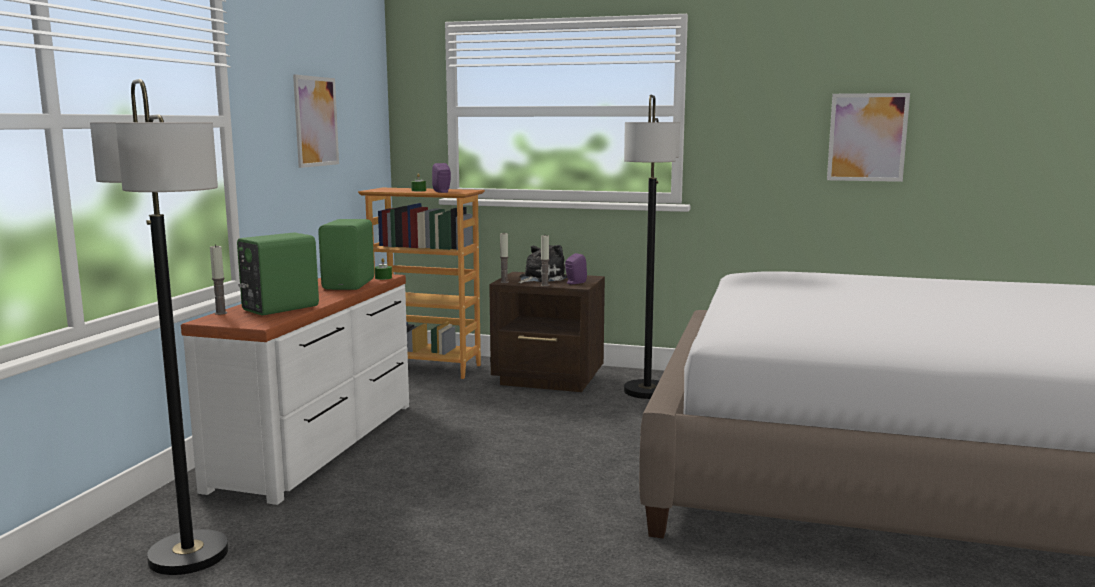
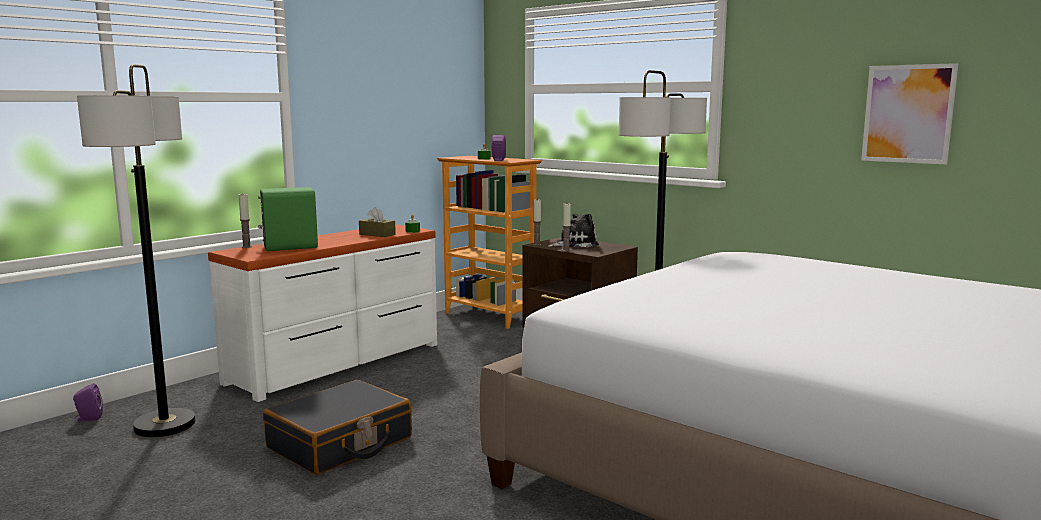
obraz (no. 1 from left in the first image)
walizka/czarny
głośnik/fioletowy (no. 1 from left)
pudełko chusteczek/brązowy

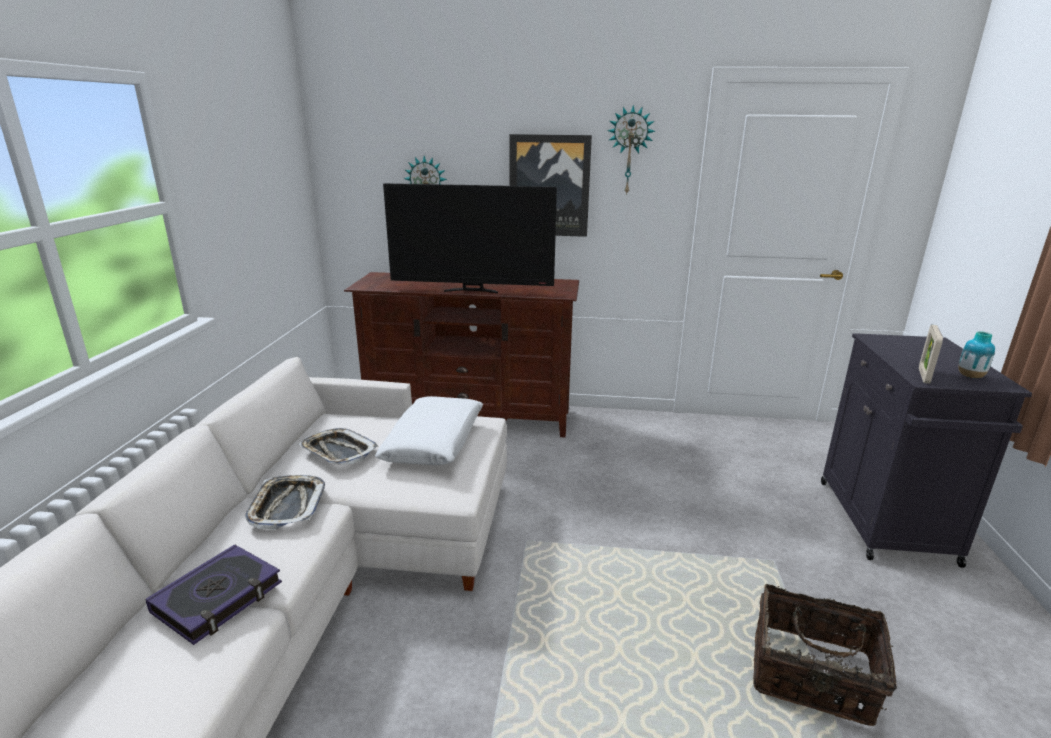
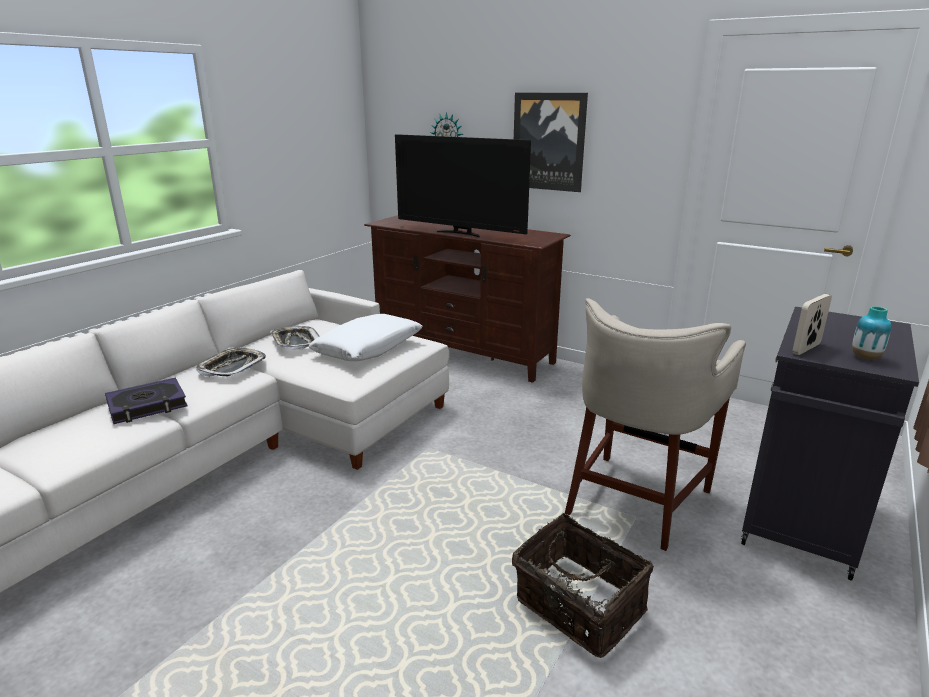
zegar ścienny (no. 2 from left in the first image)
stołek/beżowy

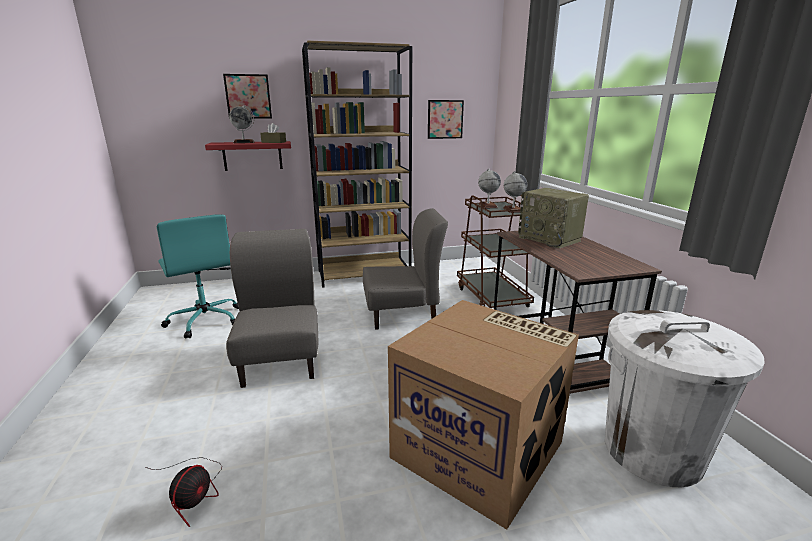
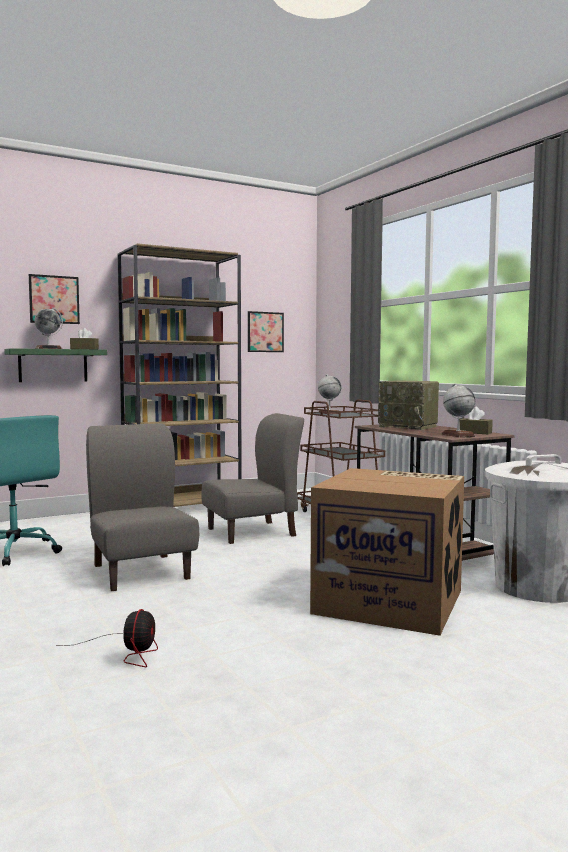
pudełko chusteczek/brązowy (no. 2 from left)
globus (no. 3 from left)
półka/zielony

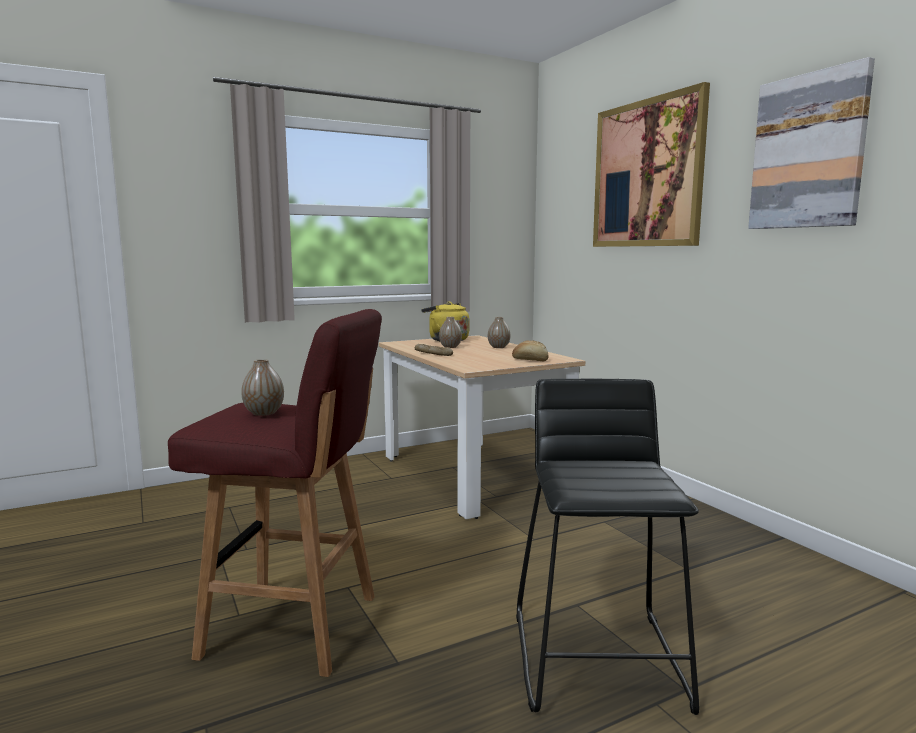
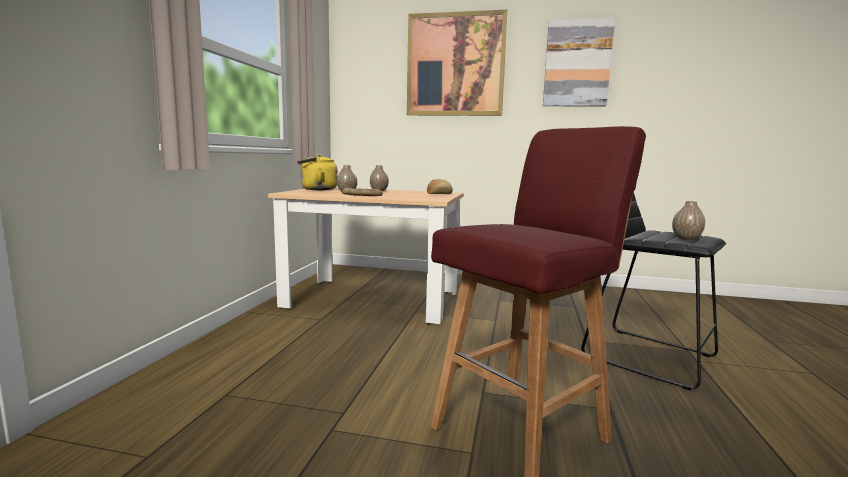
wazon (no. 3 from left)

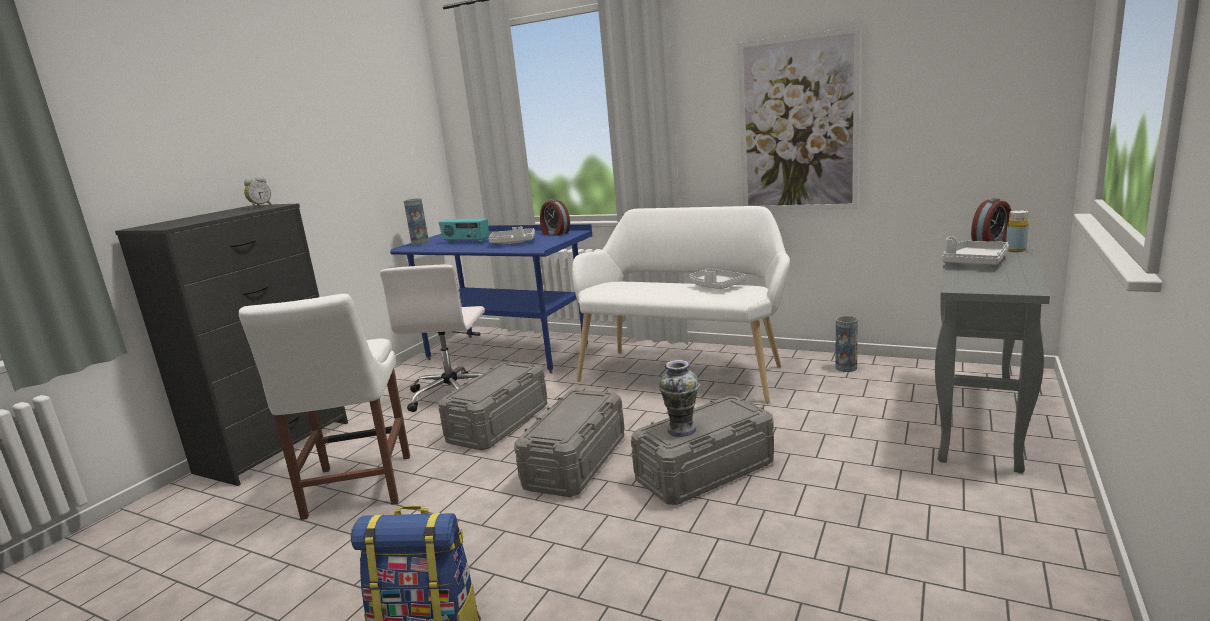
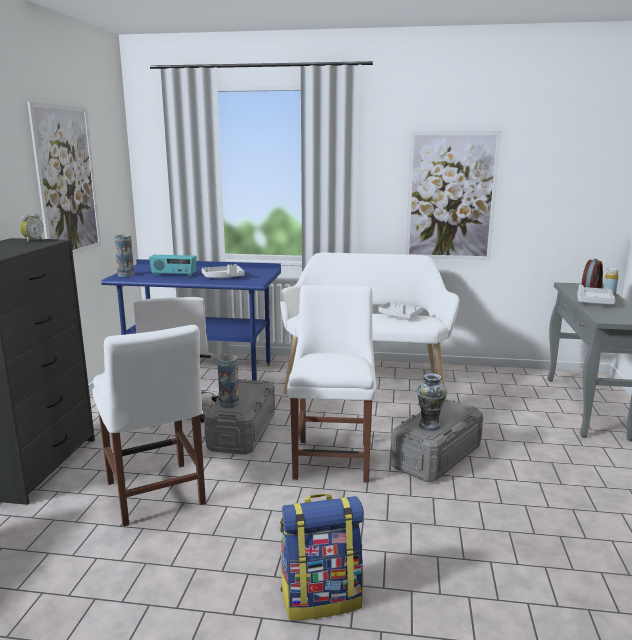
budzik (no. 2 from left in the first image)
obraz (no. 1 from left)
wazon (no. 2 from left)
krzesło/biały (no. 2 from left)

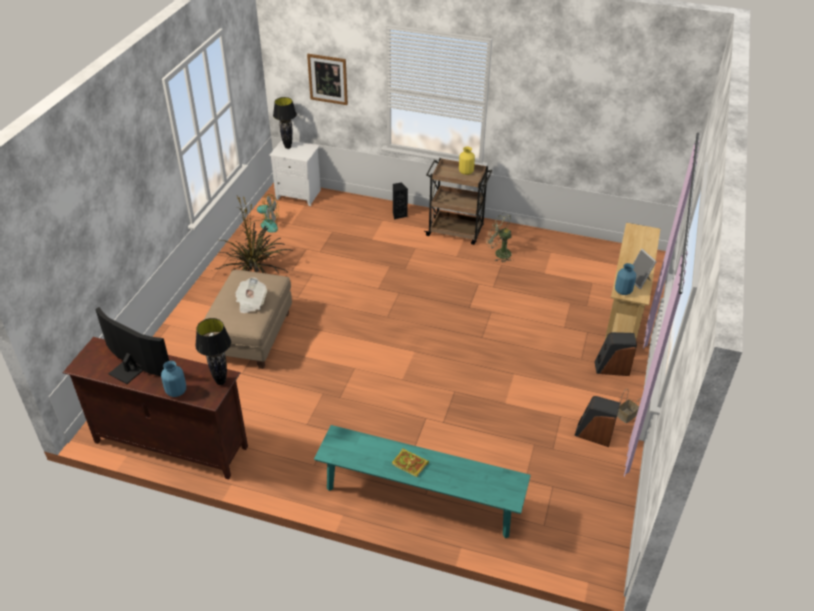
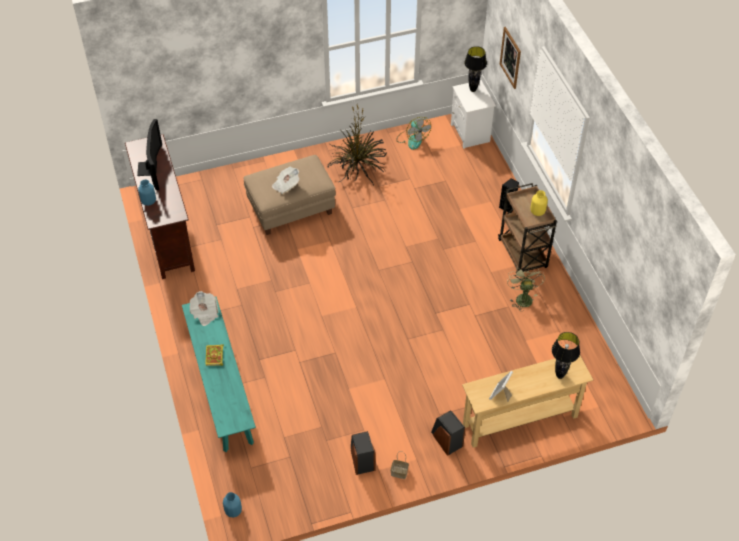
gazeta (no. 1 from left)
lampa stołowa/czarny (no. 2 from left)
wazon/niebieski (no. 2 from left)

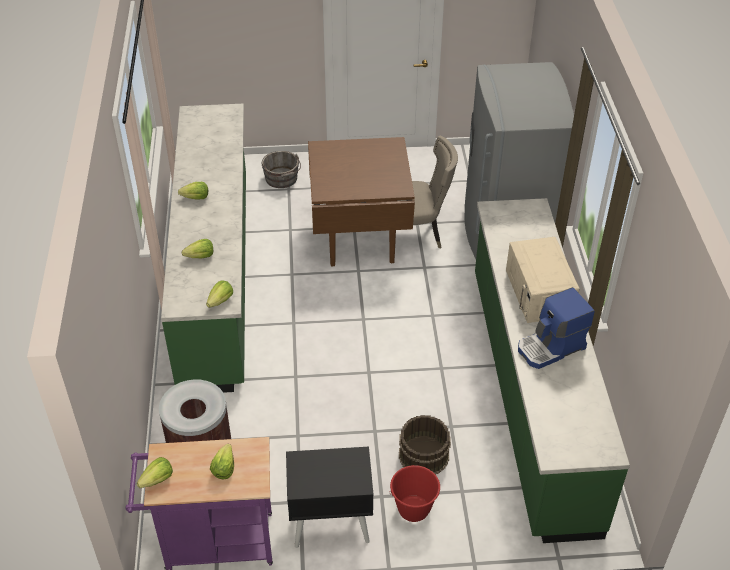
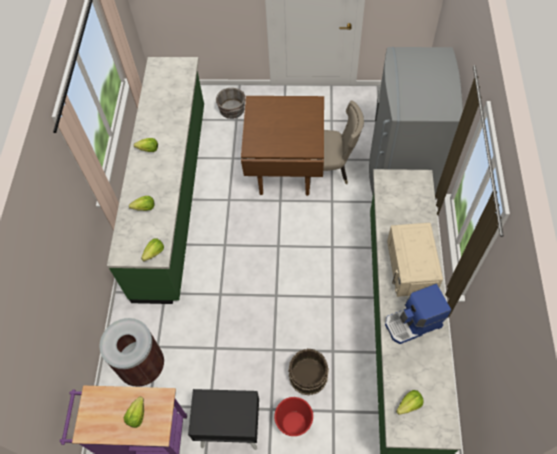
sałata (no. 5 from left)

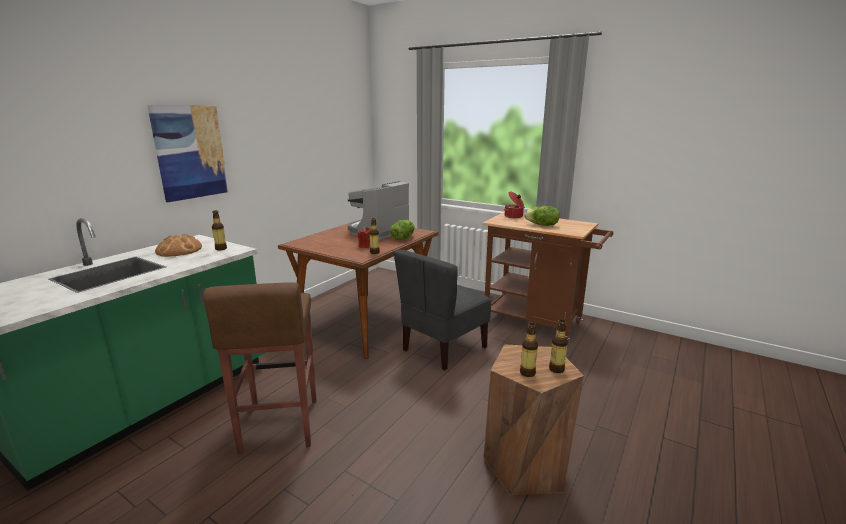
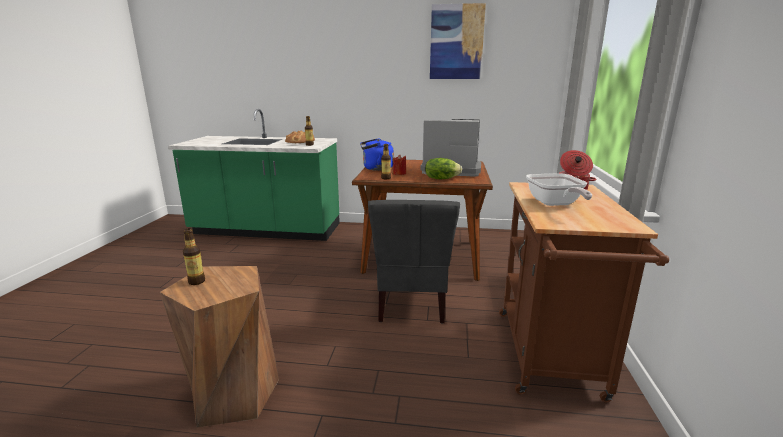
stołek/brązowy (no. 1 from left in the first image)
butelka (no. 4 from left in the first image)
czajnik/niebieski
obraz
patelnia
krzesło/szary

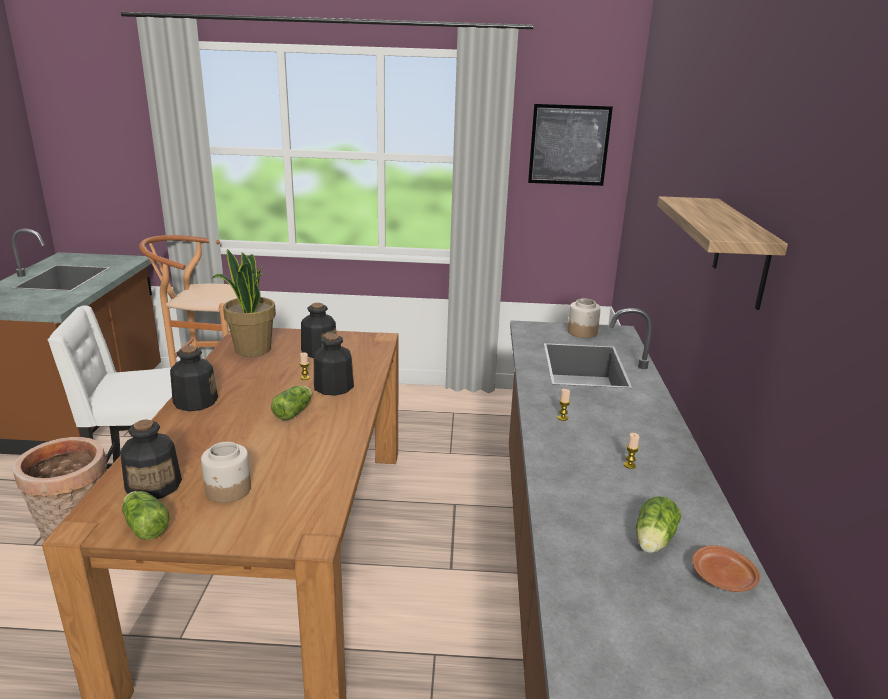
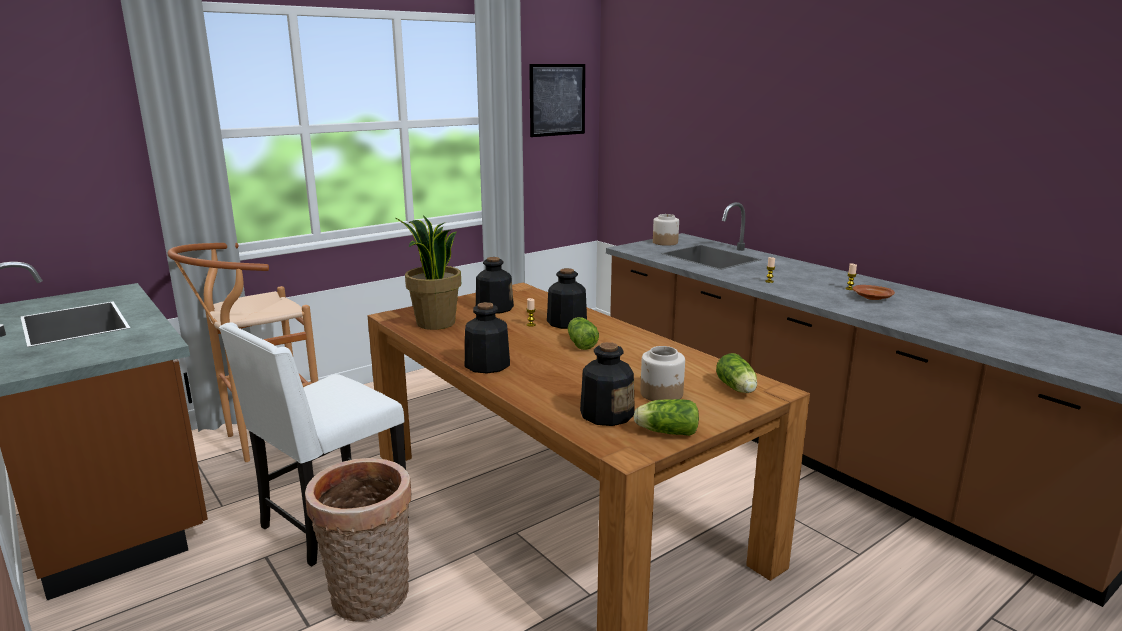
półka
sałata (no. 3 from left)
talerz/brązowy

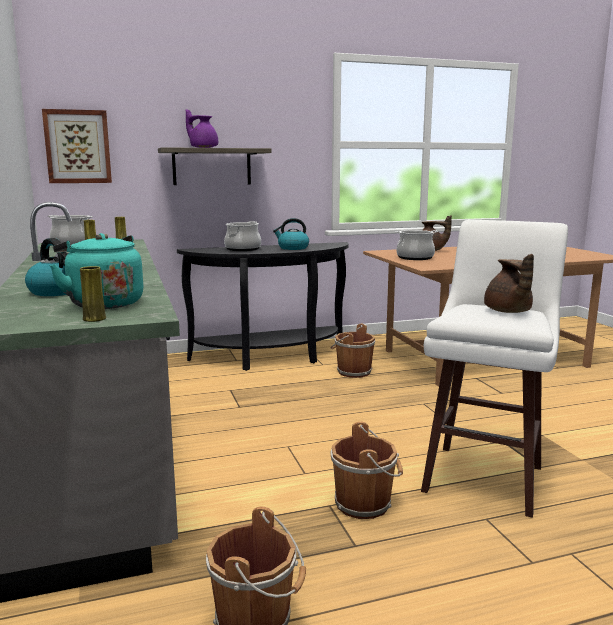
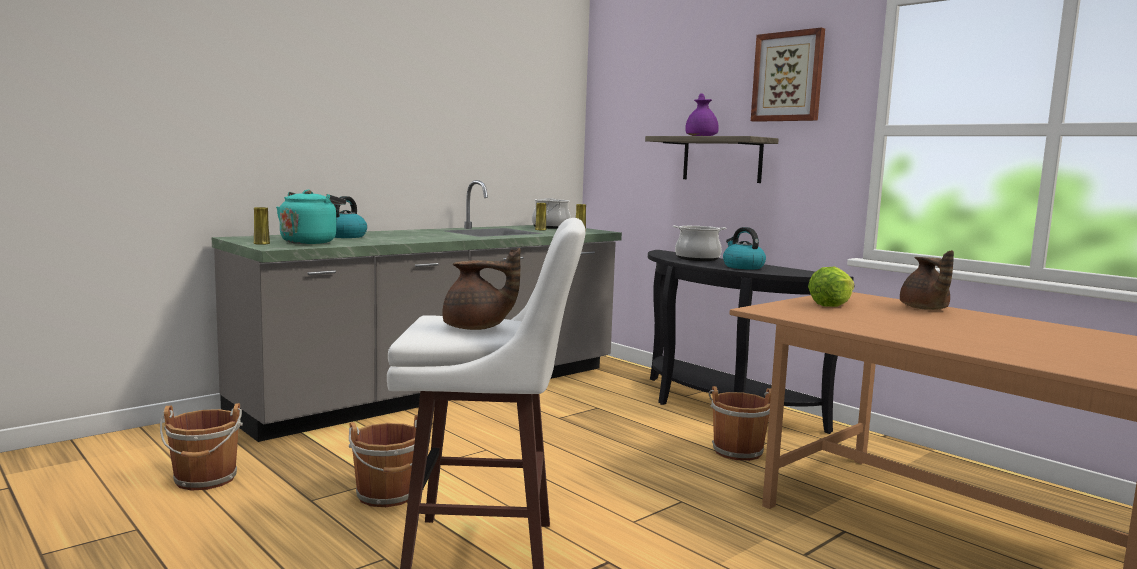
obraz
sałata
imbryk/brązowy (no. 1 from left)

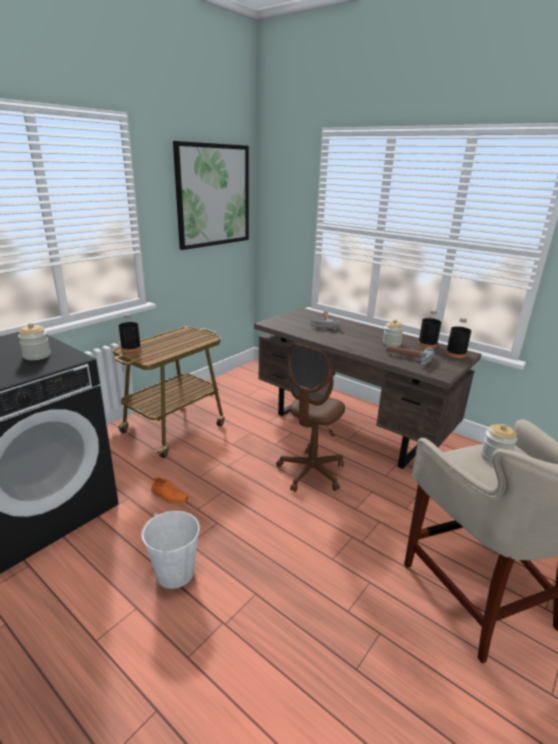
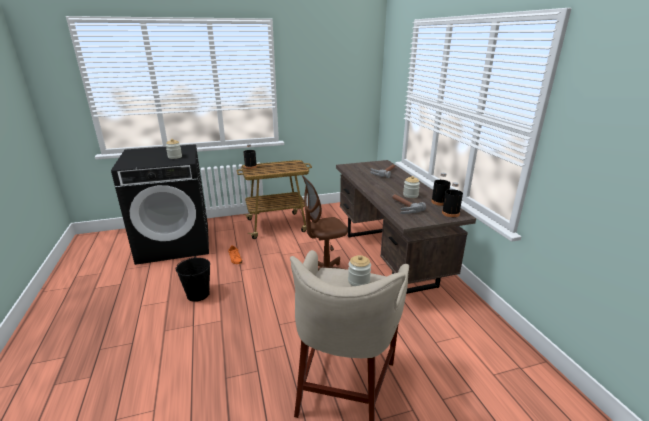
obraz
wiadro/czarny

